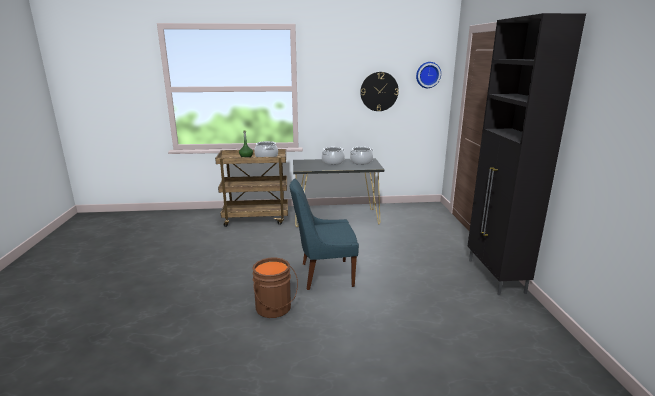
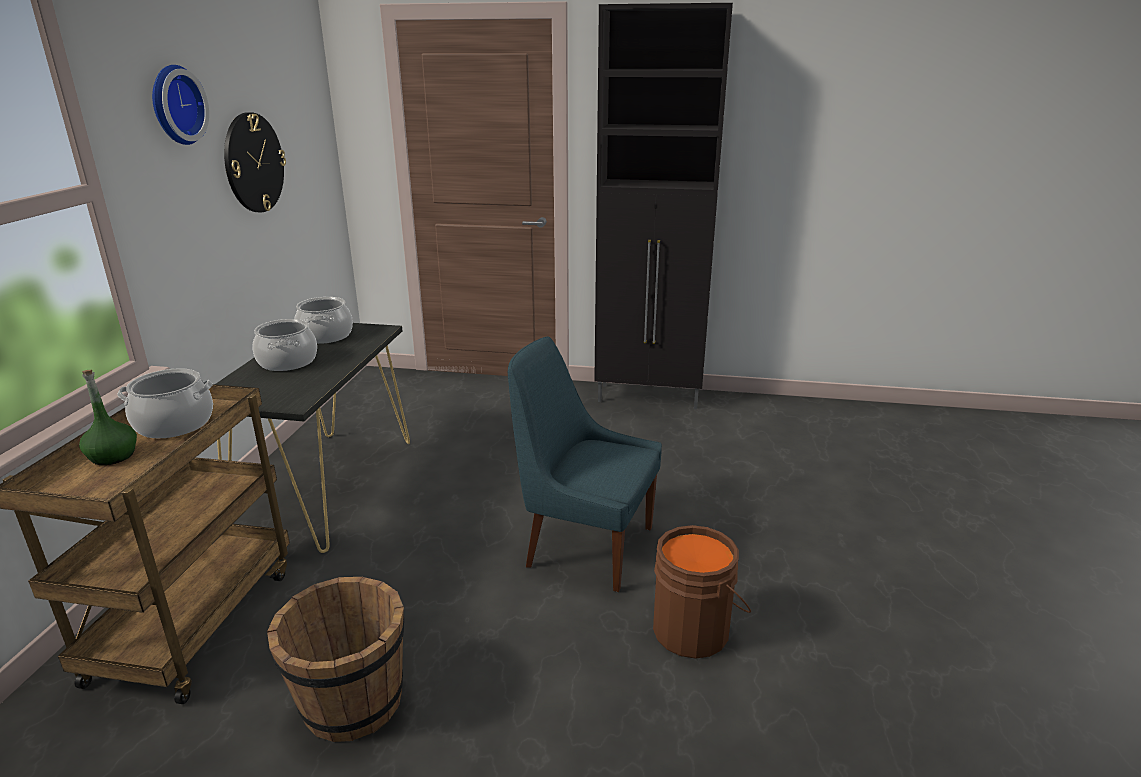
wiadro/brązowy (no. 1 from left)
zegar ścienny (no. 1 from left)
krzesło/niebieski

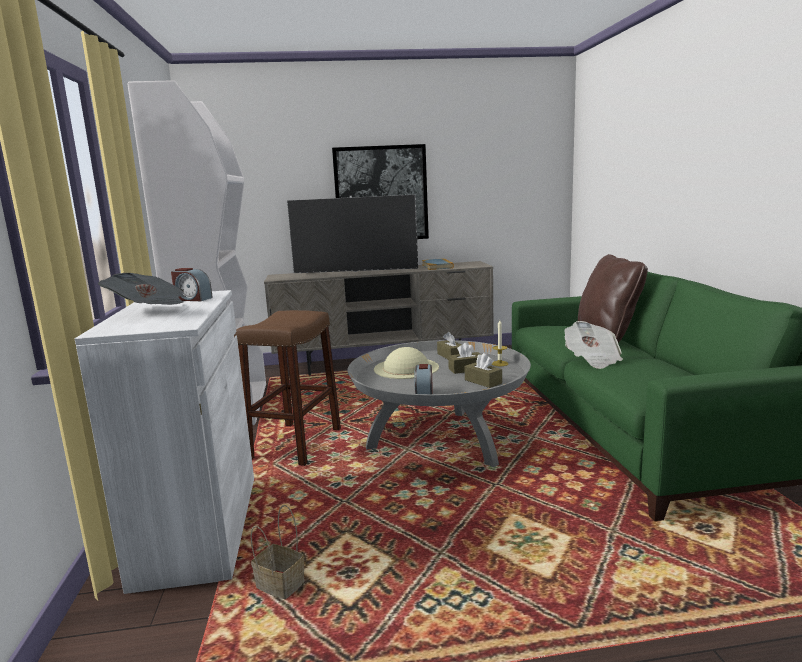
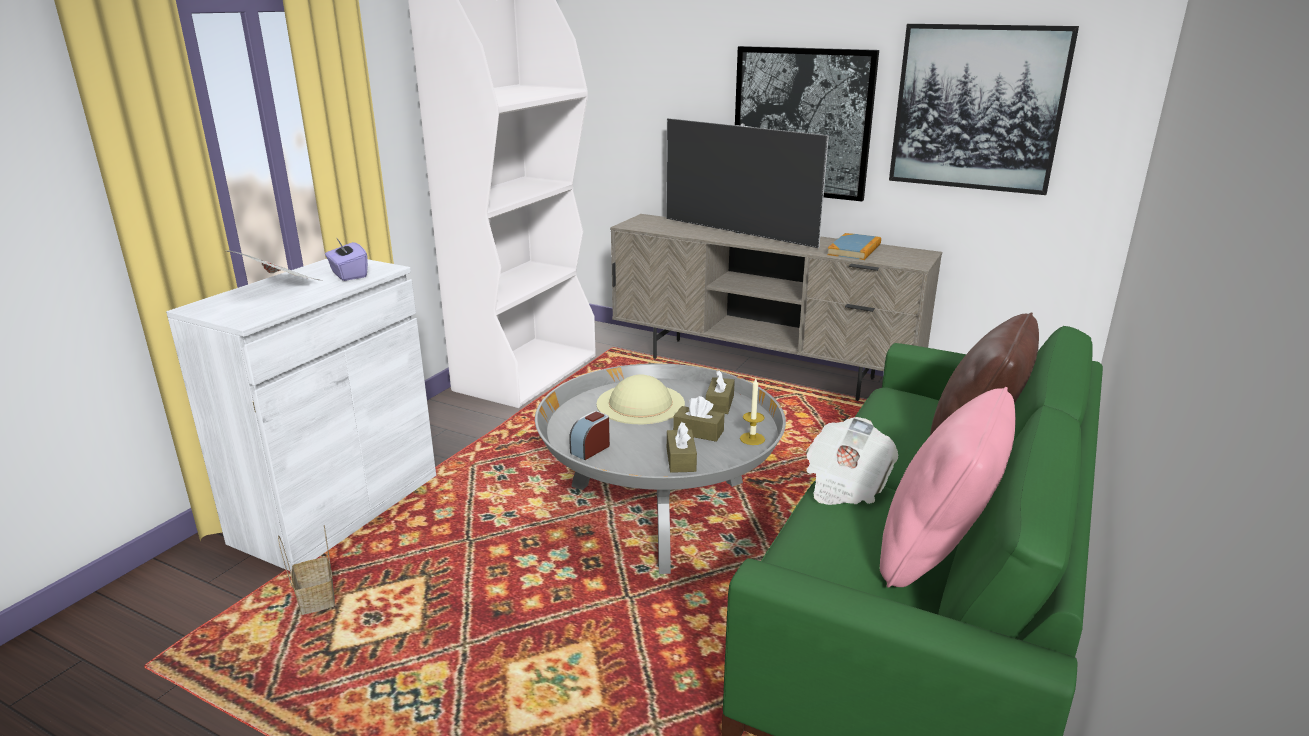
stołek/brązowy
poduszka/różowy
obraz (no. 2 from left)
pudełko chusteczek/fioletowy

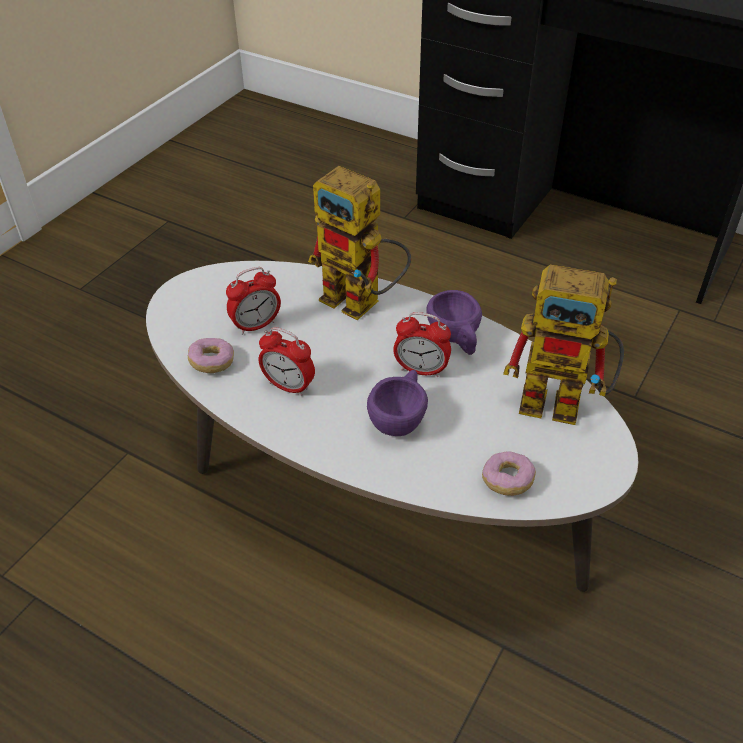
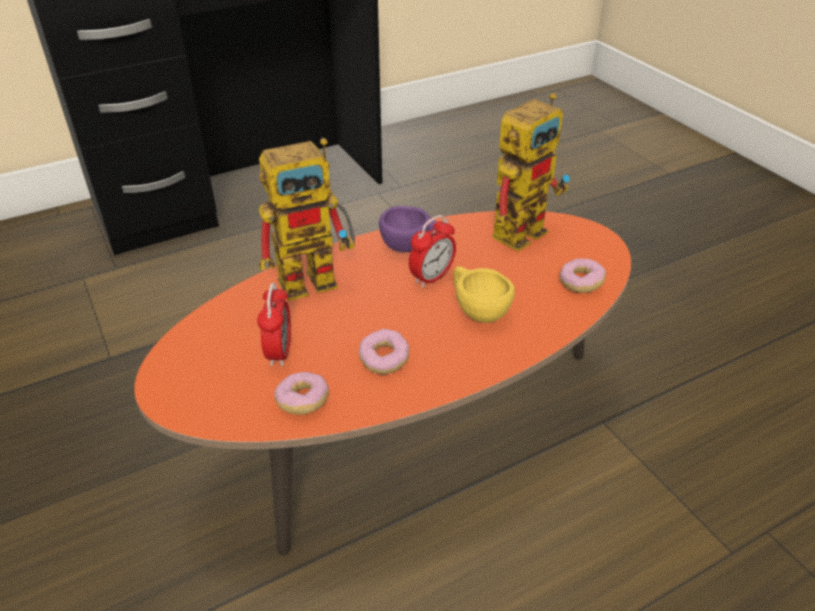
donut (no. 2 from left)
ława/pomarańczowy
filiżanka/żółty

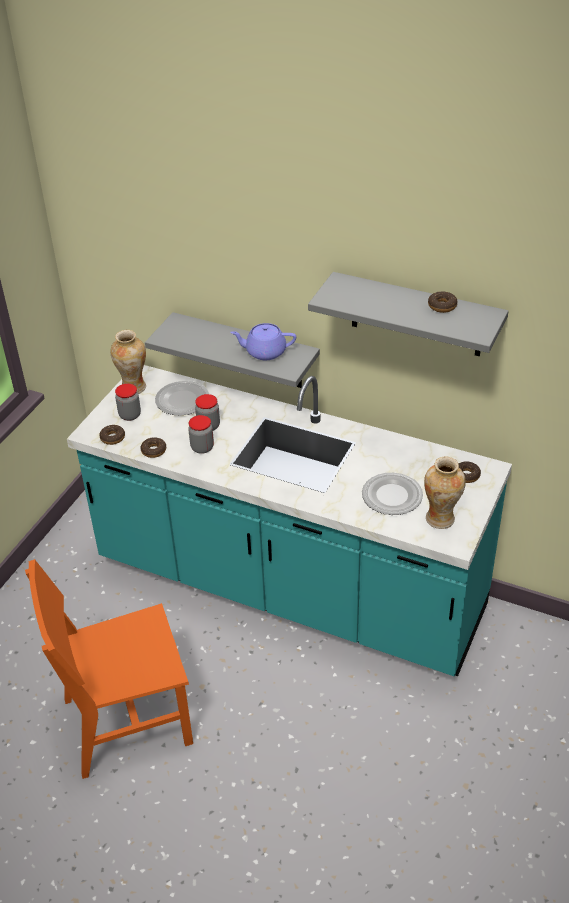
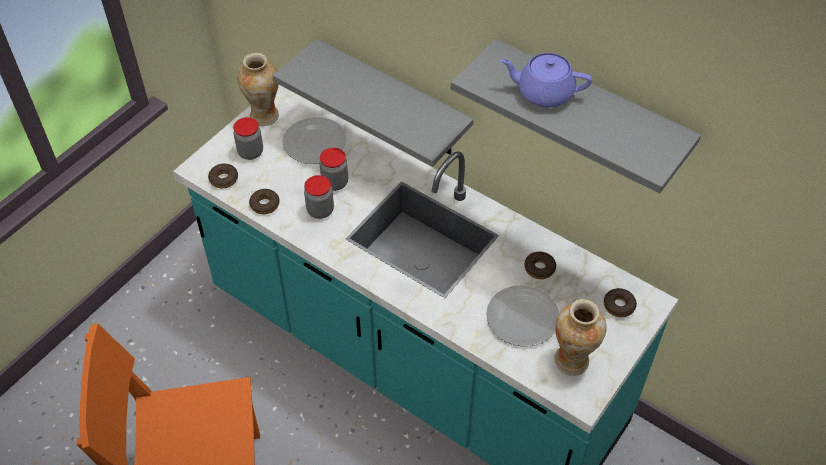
imbryk/fioletowy
donut (no. 3 from left)

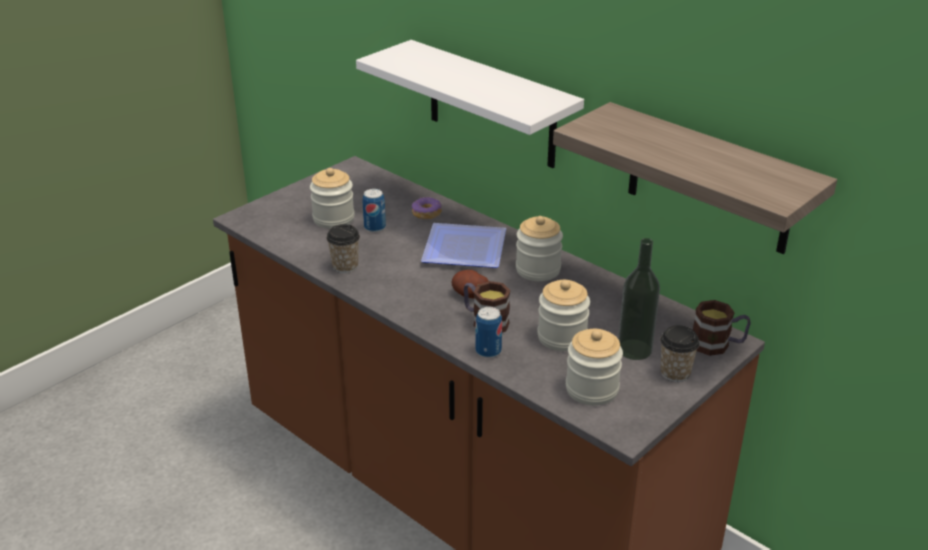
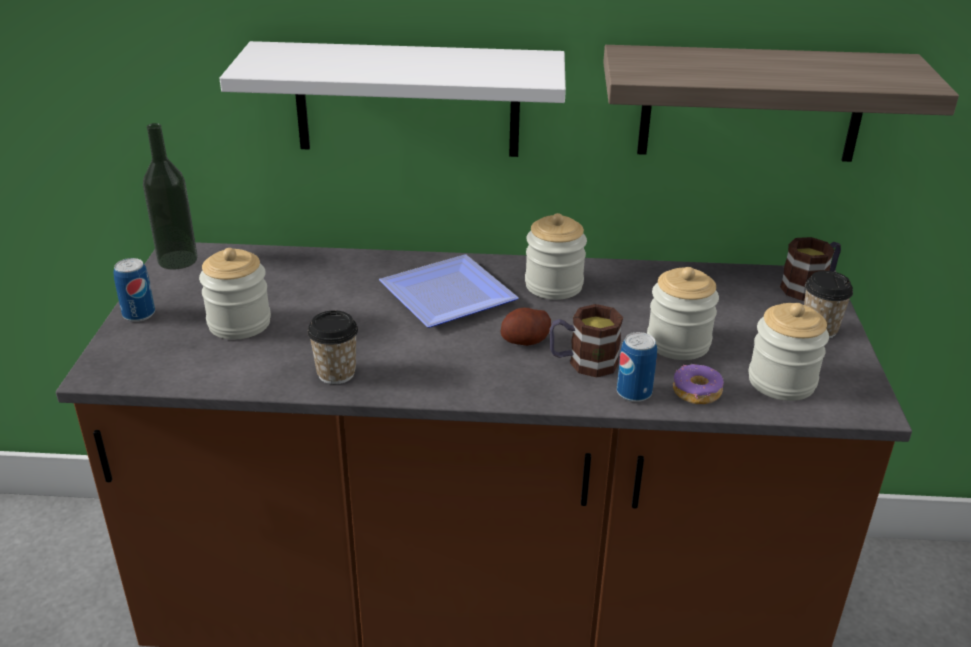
puszka (no. 1 from left)
donut
butelka

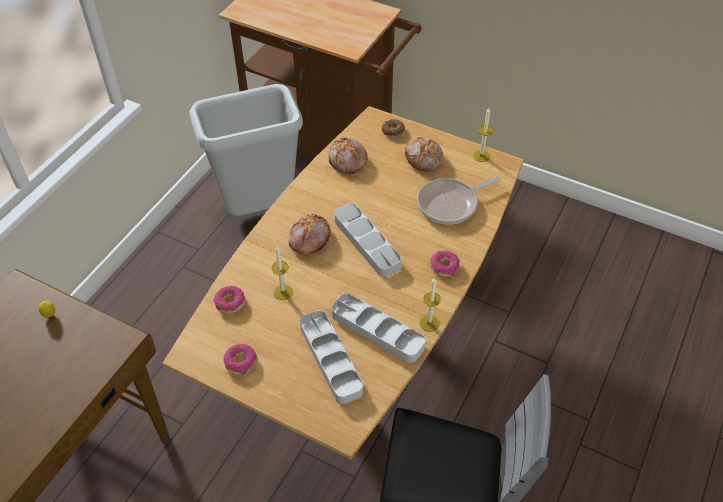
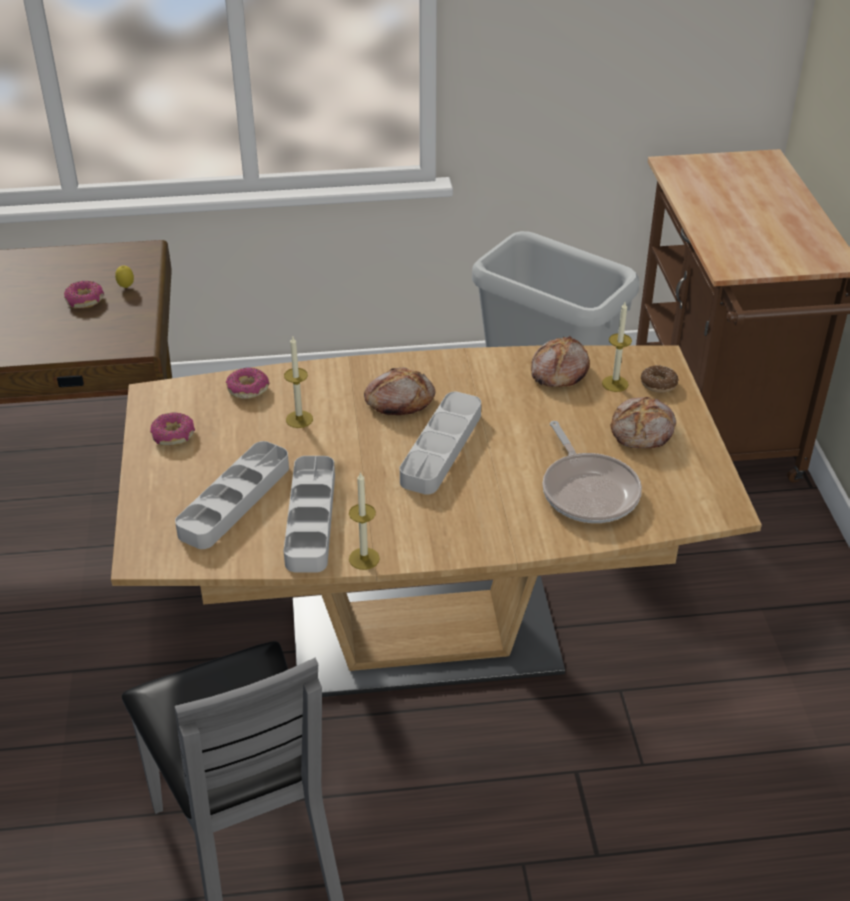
donut (no. 1 from left)
świeca (no. 3 from left)
patelnia

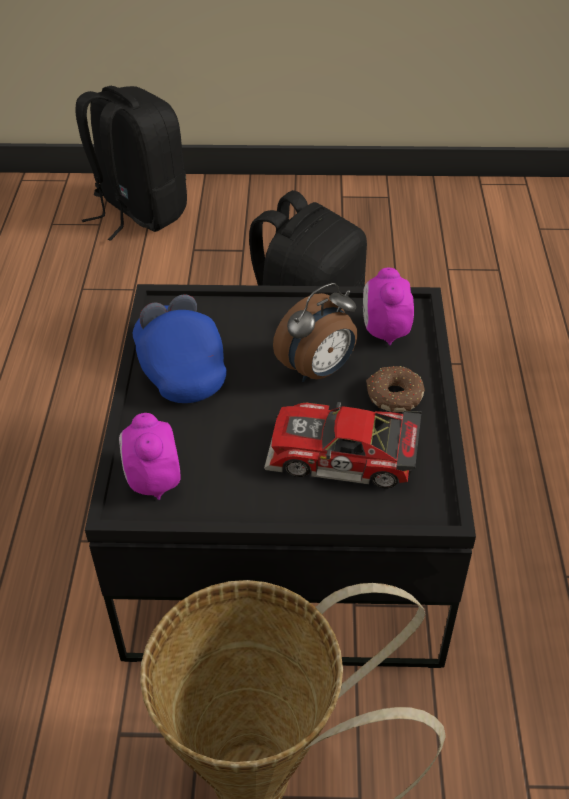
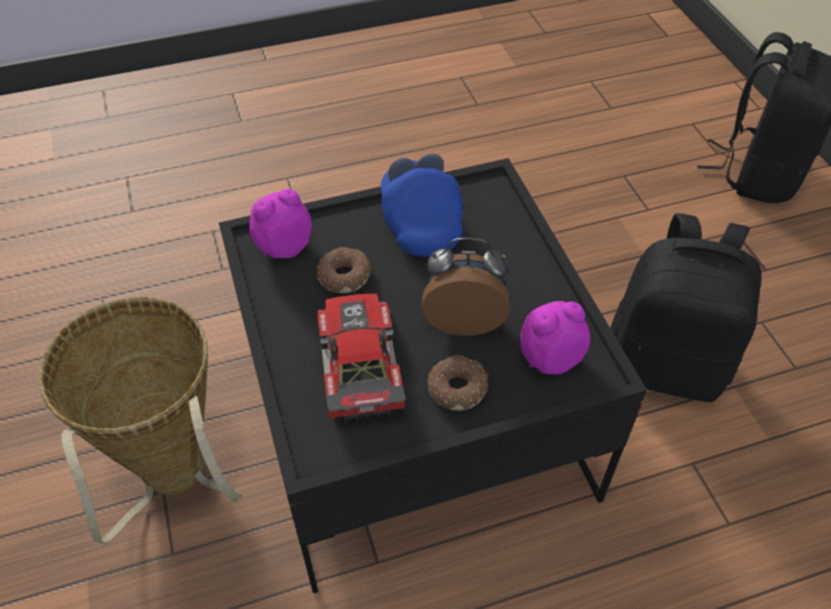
donut (no. 1 from left)
czapka z daszkiem/niebieski
budzik (no. 2 from left)

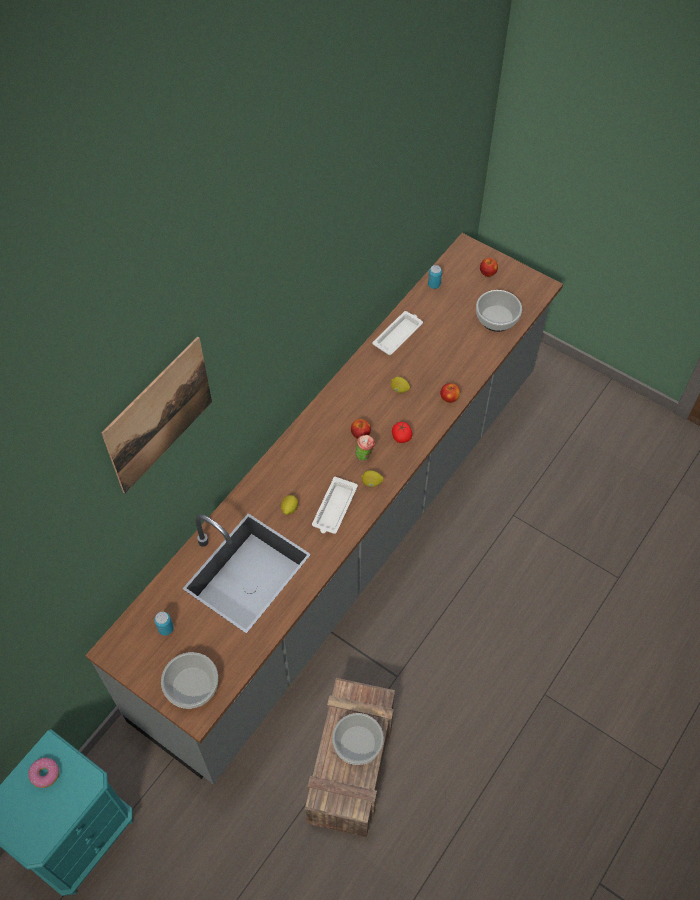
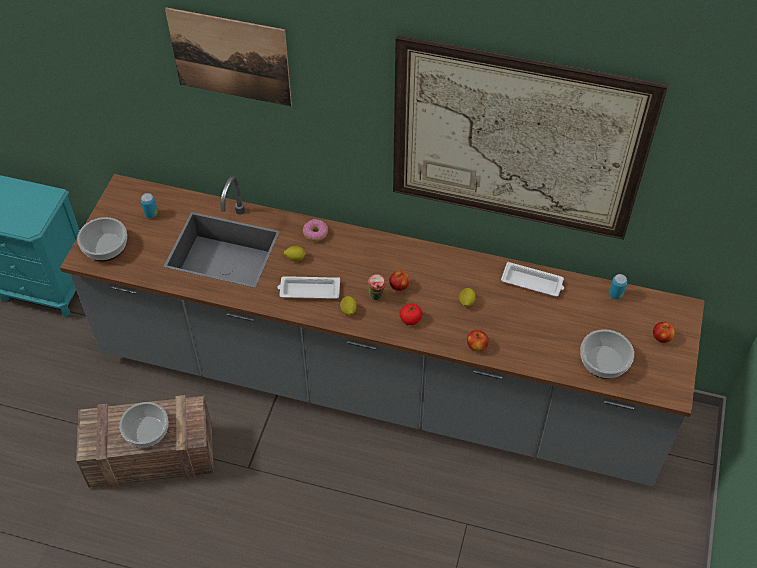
obraz (no. 2 from left)
donut

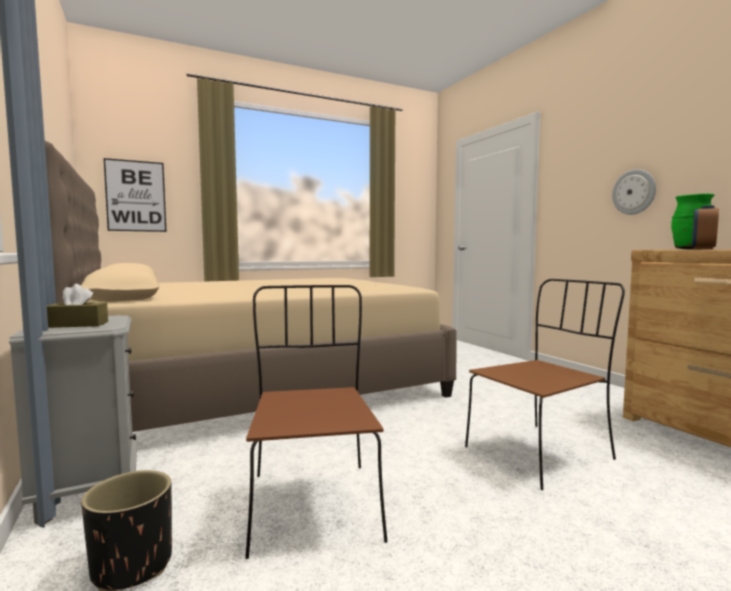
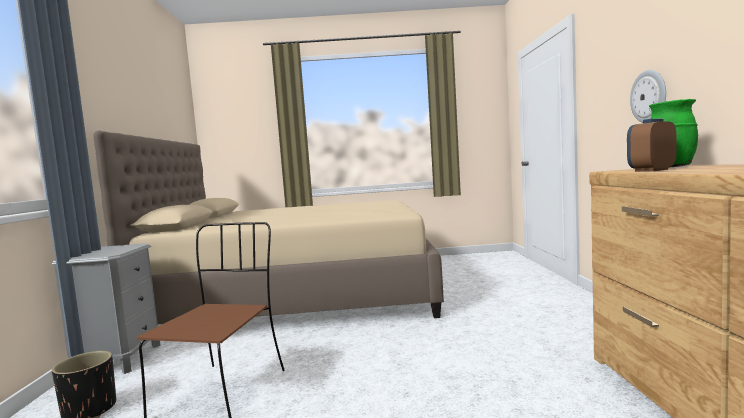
pudełko chusteczek/brązowy
obraz
krzesło/brązowy (no. 2 from left in the first image)

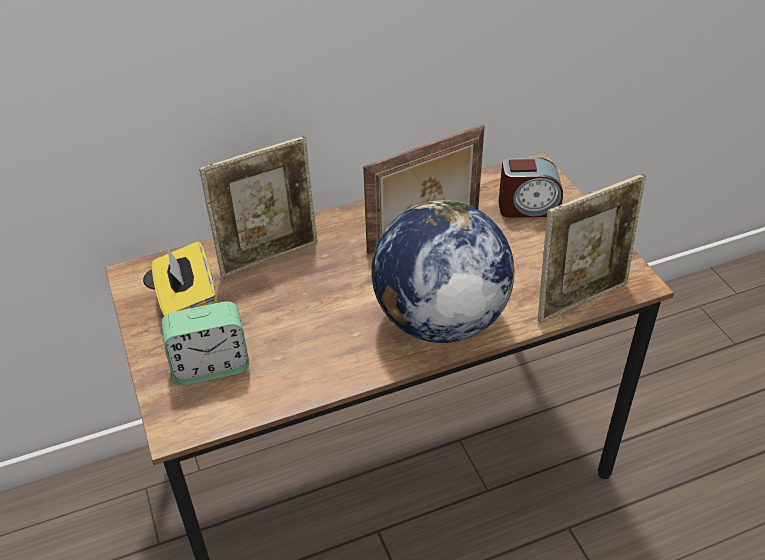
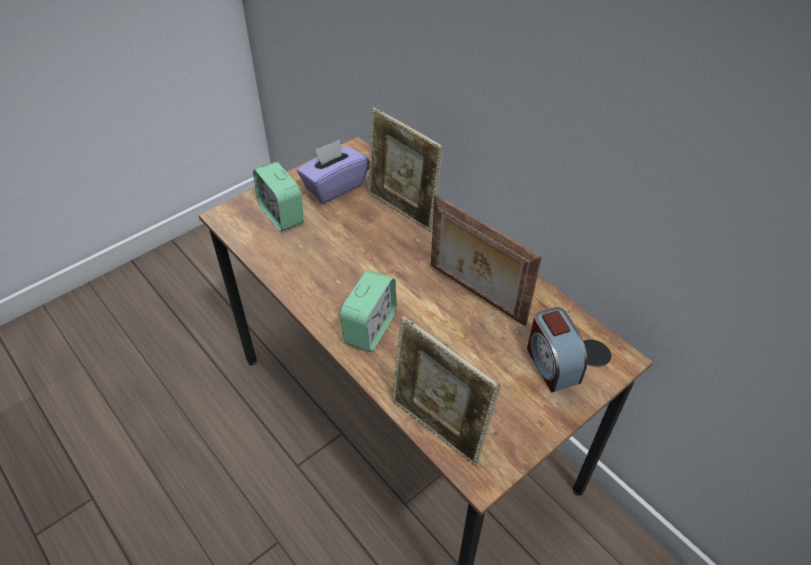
budzik (no. 2 from left)
pudełko chusteczek/fioletowy

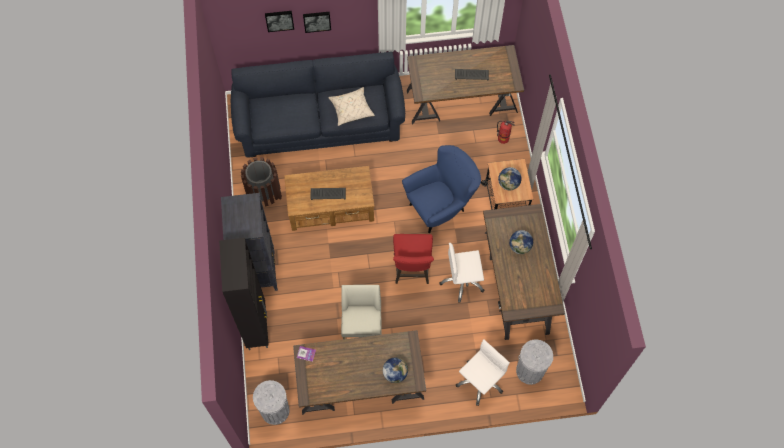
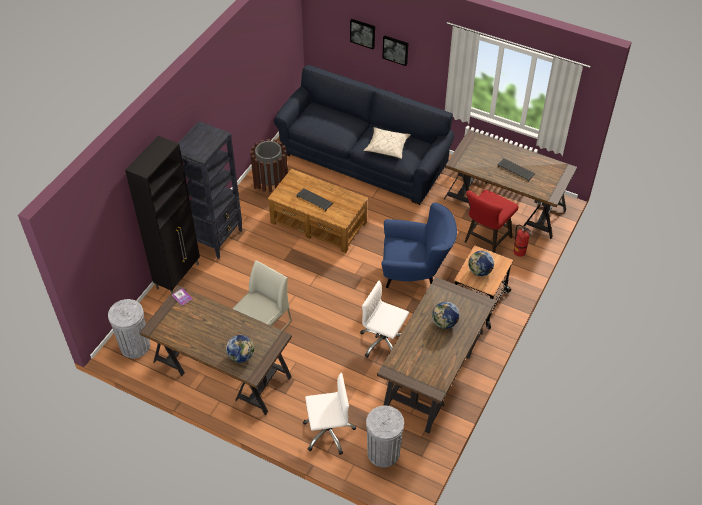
stołek/czerwony

